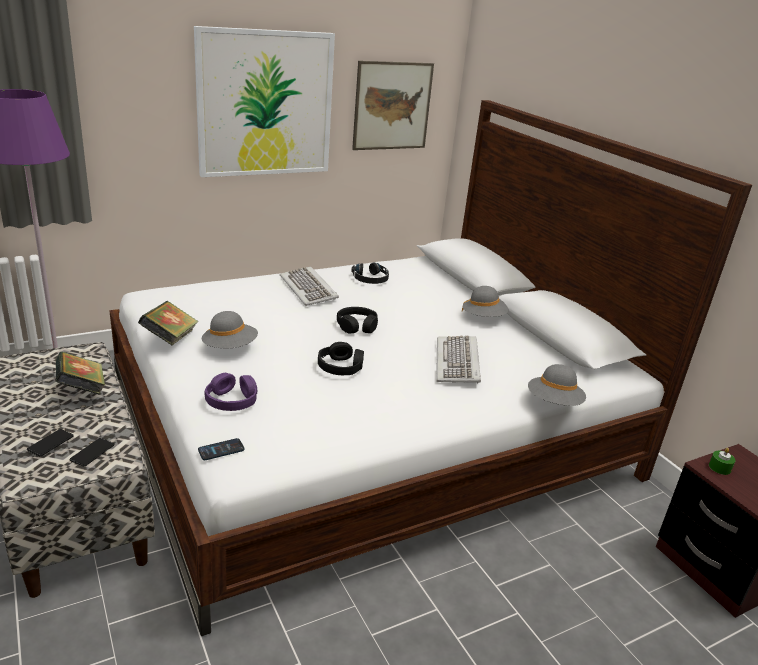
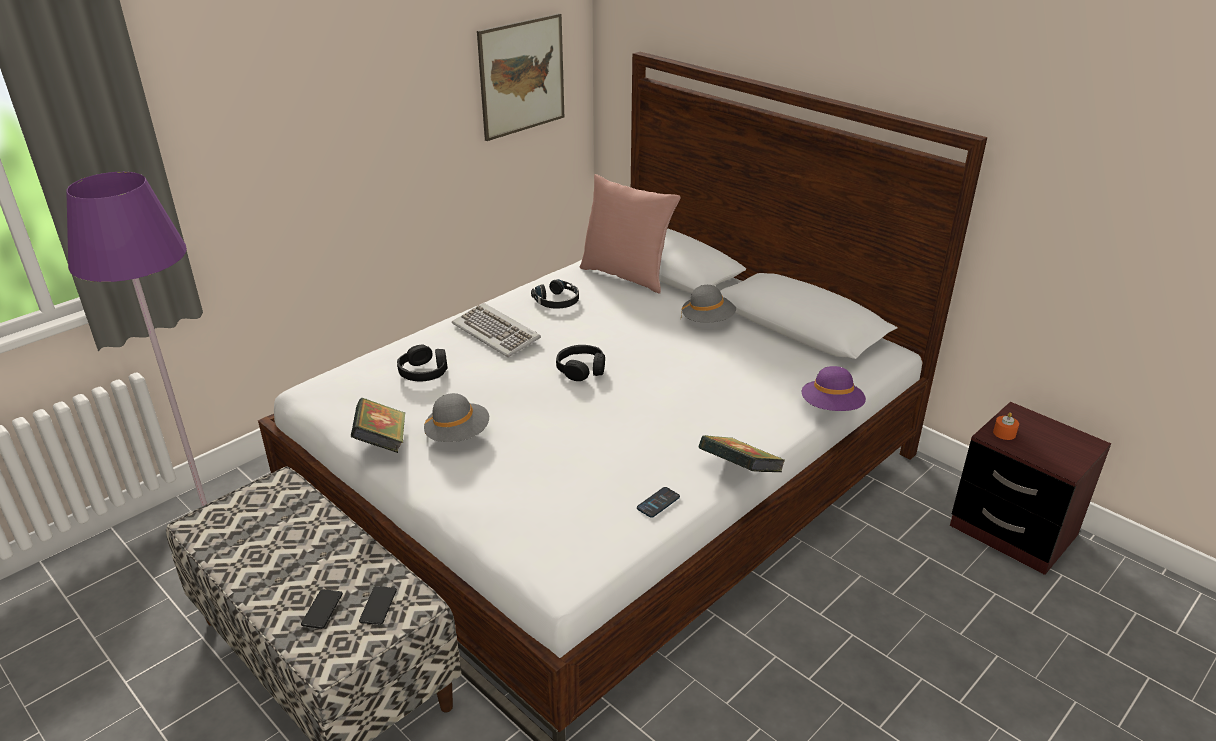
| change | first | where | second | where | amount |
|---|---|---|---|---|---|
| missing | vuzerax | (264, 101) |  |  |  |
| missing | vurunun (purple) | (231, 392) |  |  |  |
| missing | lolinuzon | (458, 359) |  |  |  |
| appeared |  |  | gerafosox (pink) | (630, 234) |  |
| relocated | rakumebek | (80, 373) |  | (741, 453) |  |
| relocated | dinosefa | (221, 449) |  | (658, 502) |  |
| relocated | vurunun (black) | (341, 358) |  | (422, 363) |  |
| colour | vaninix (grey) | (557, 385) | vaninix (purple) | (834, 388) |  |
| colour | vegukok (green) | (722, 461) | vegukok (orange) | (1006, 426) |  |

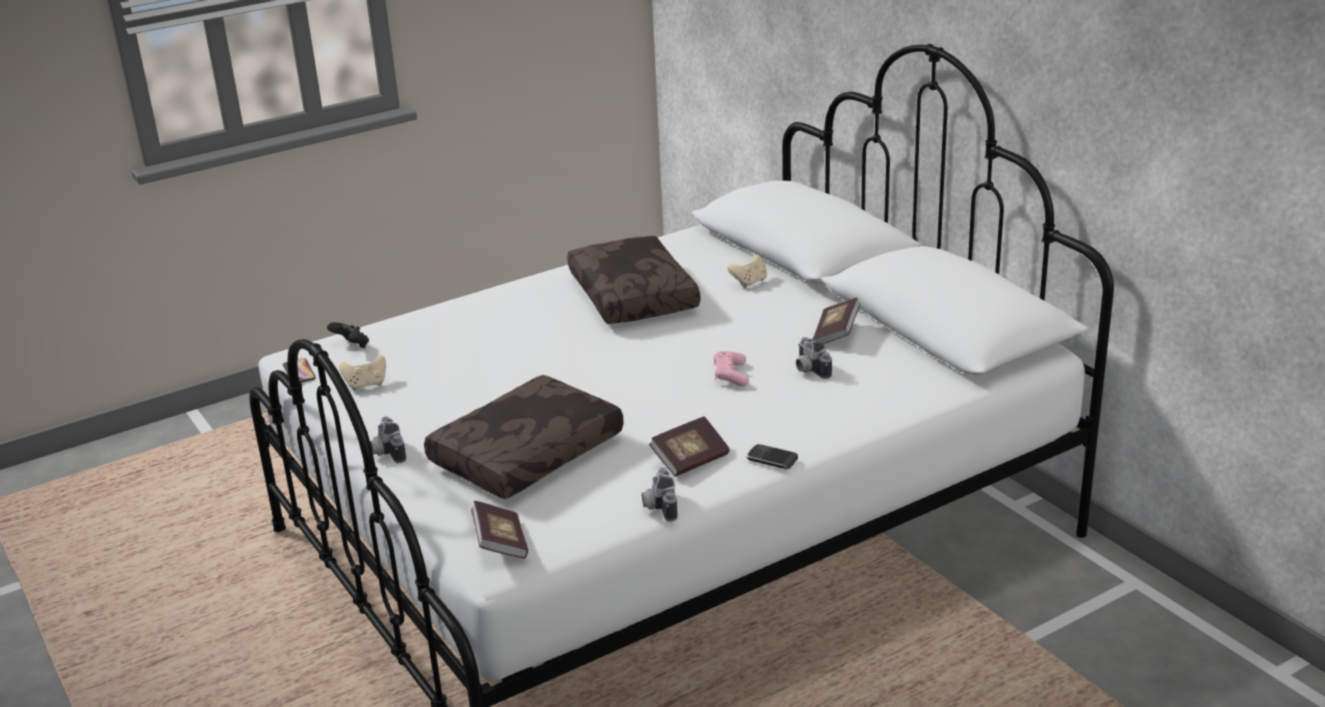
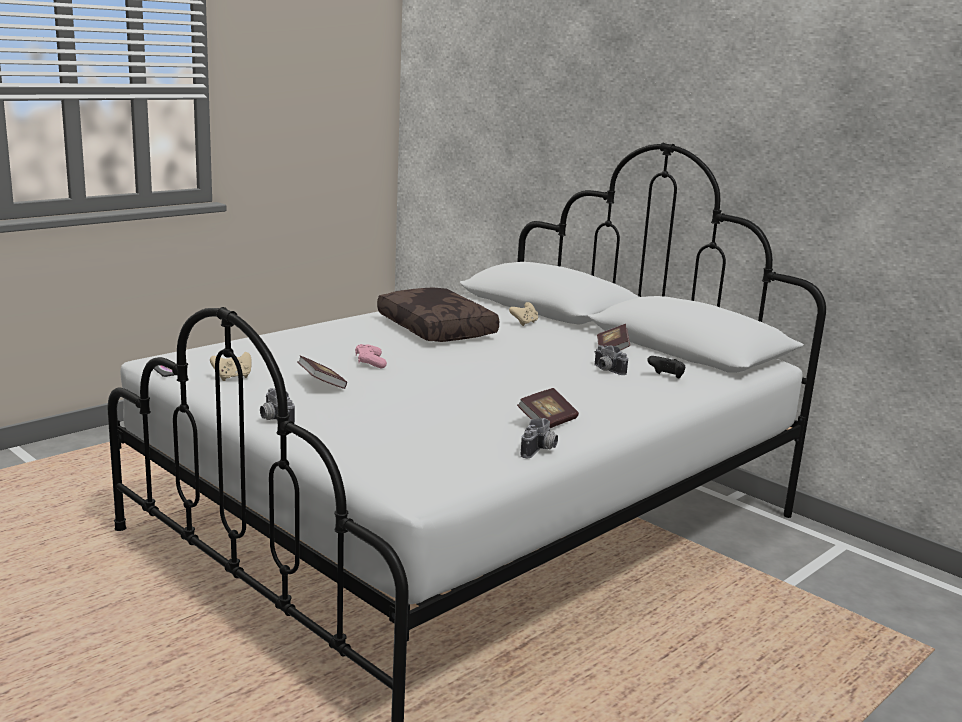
| change | first | where | second | where | amount |
|---|---|---|---|---|---|
| missing | gerafosox (brown) | (524, 437) |  |  |  |
| missing | dinosefa | (772, 457) |  |  |  |
| relocated | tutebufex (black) | (348, 335) |  | (666, 367) |  |
| relocated | rakumebek | (499, 530) |  | (322, 372) |  |
| relocated | tutebufex (pink) | (731, 369) |  | (371, 356) |  |
| spun | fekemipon | (660, 494) |  | (539, 438) | 135 degrees counterclockwise |

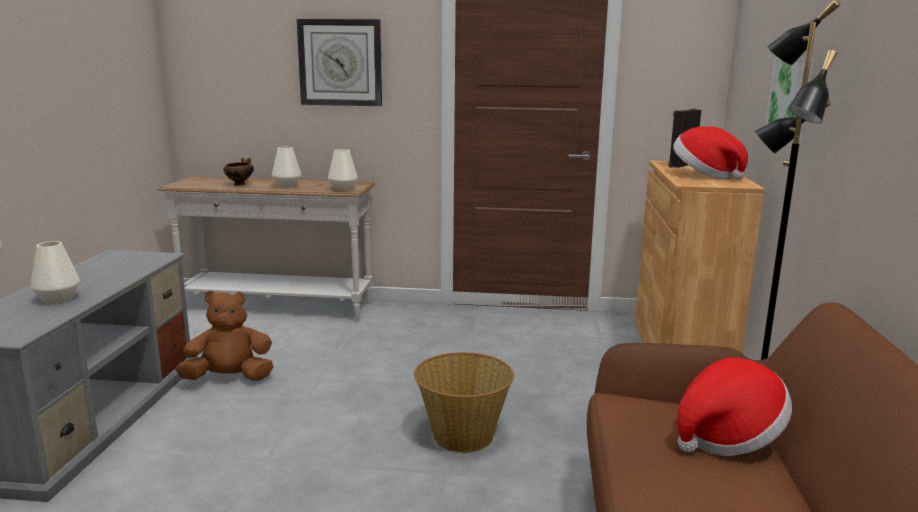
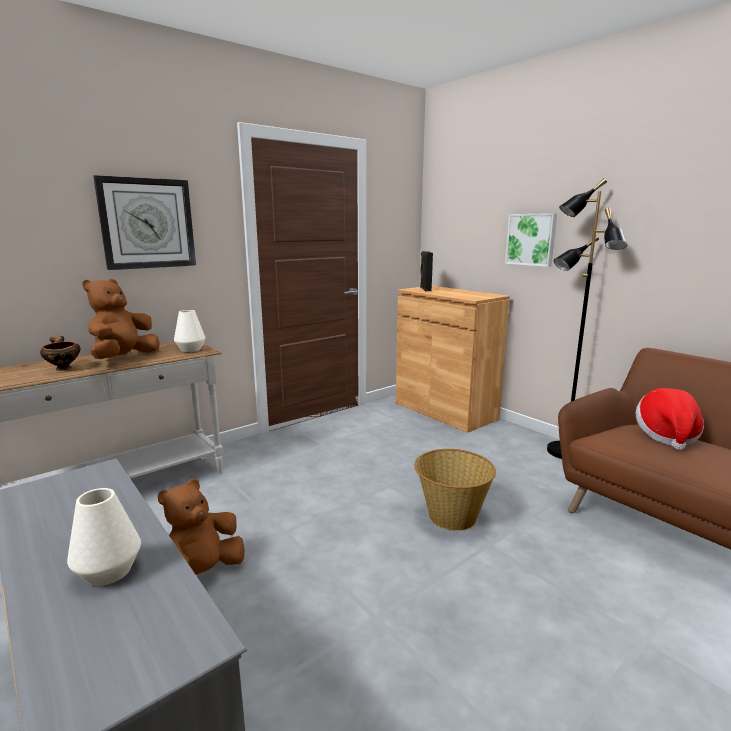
| change | first | where | second | where | amount |
|---|---|---|---|---|---|
| missing | vaninix | (710, 153) |  |  |  |
| exchanged | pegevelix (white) | (287, 167) | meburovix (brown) | (121, 319) |  |

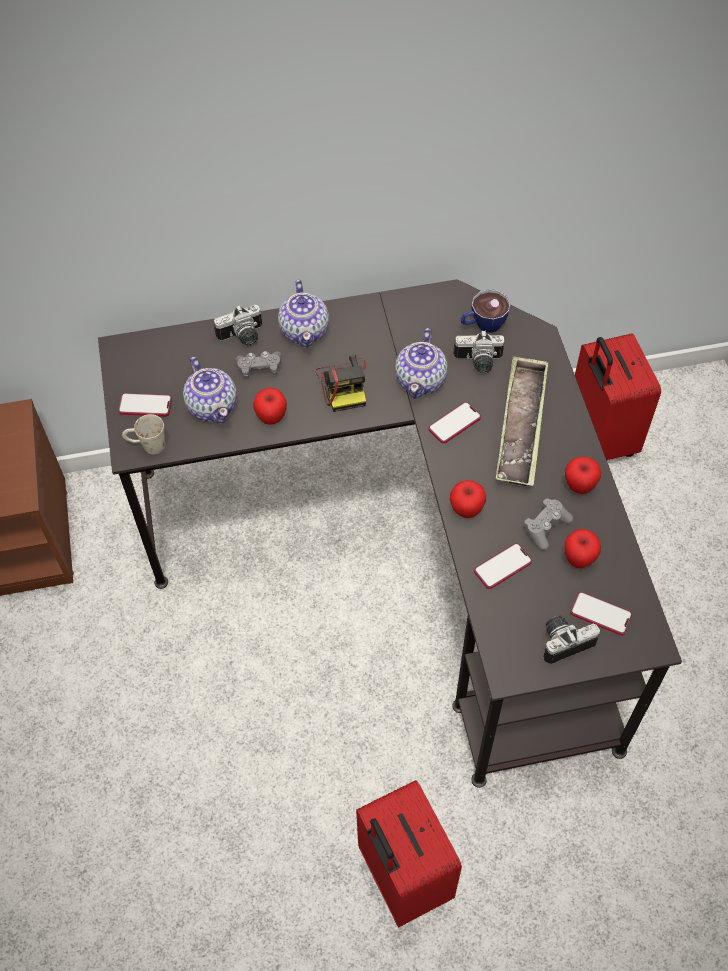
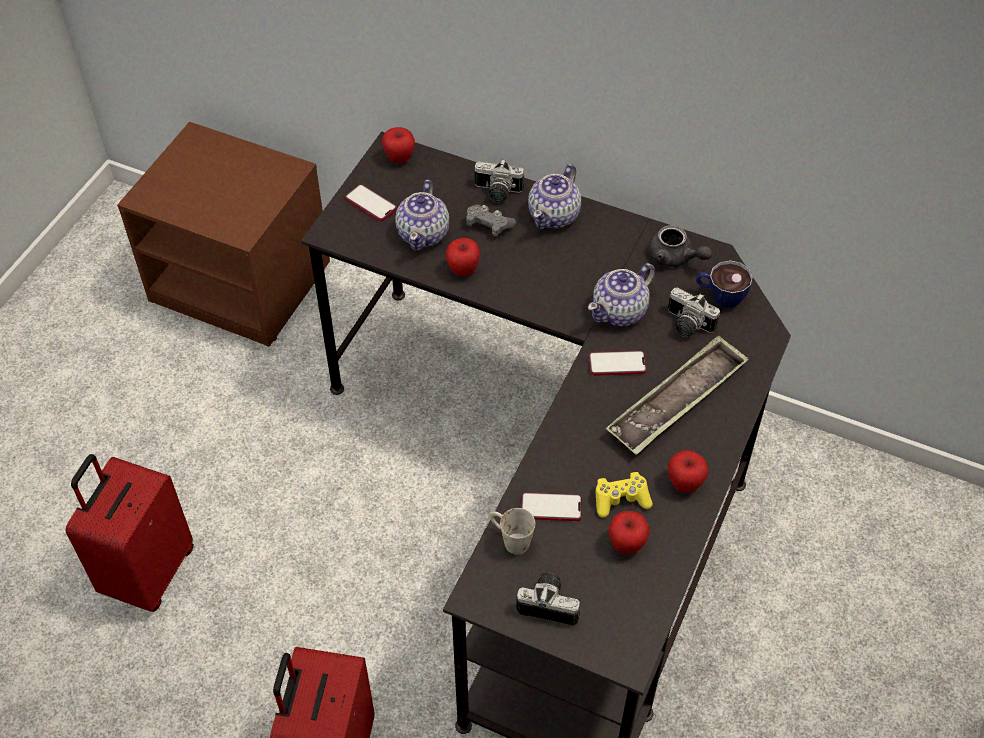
| change | first | where | second | where | amount |
|---|---|---|---|---|---|
| missing | fekemipon | (341, 383) |  |  |  |
| missing | dinosefa | (601, 613) |  |  |  |
| appeared |  |  | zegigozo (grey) | (680, 246) |  |
| relocated | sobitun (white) | (143, 434) |  | (512, 531) |  |
| relocated | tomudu | (468, 499) |  | (398, 145) |  |
| relocated | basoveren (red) | (618, 396) |  | (130, 533) |  |
| colour | tutebufex (grey) | (548, 524) | tutebufex (yellow) | (624, 495) |  |

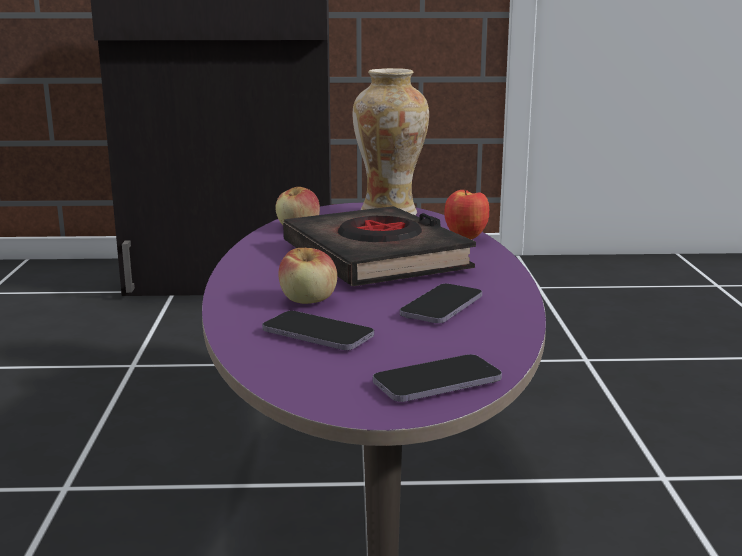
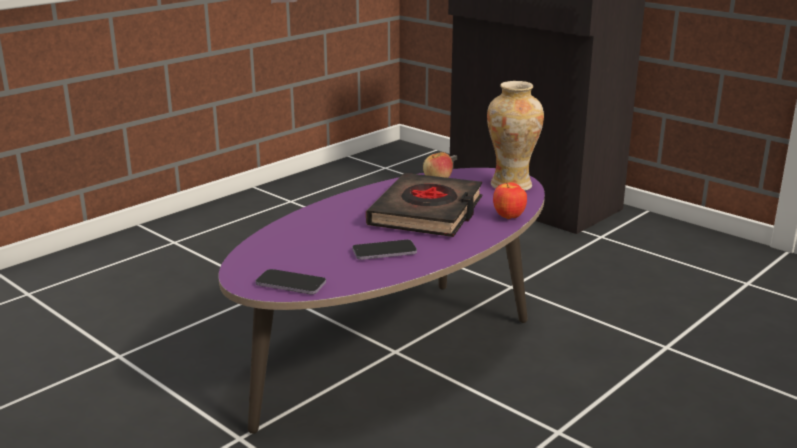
| change | first | where | second | where | amount |
|---|---|---|---|---|---|
| missing | dinosefa | (318, 330) |  |  |  |
| missing | tomudu | (308, 276) |  |  |  |

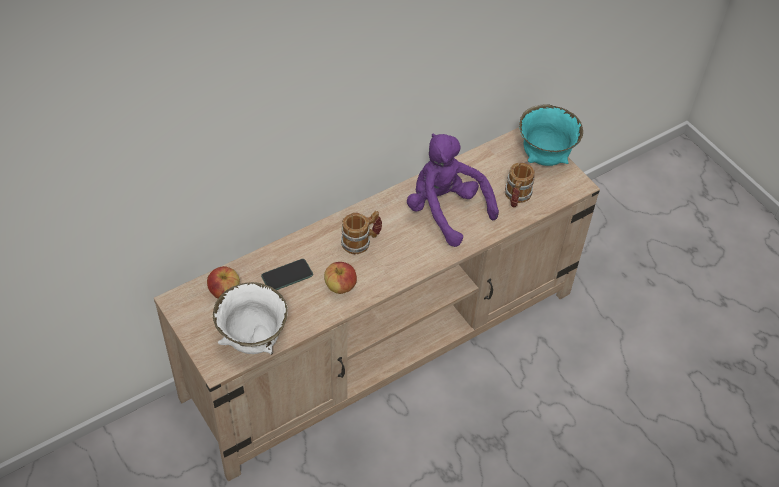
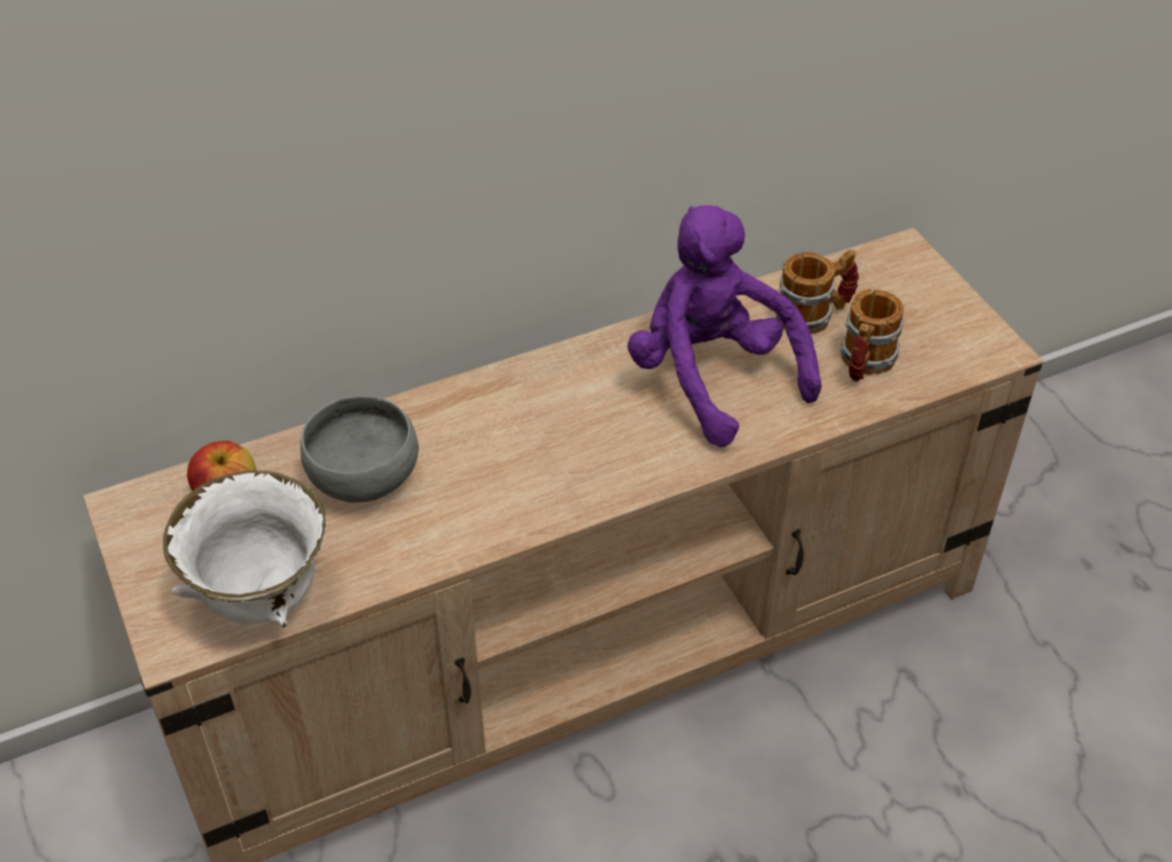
| change | first | where | second | where | amount |
|---|---|---|---|---|---|
| missing | tomudu | (340, 278) |  |  |  |
| missing | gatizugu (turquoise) | (551, 135) |  |  |  |
| relocated | sobitun | (361, 232) |  | (817, 292) |  |
| exchanged | dinosefa | (287, 274) | gatizugu (grey) | (359, 449) |  |

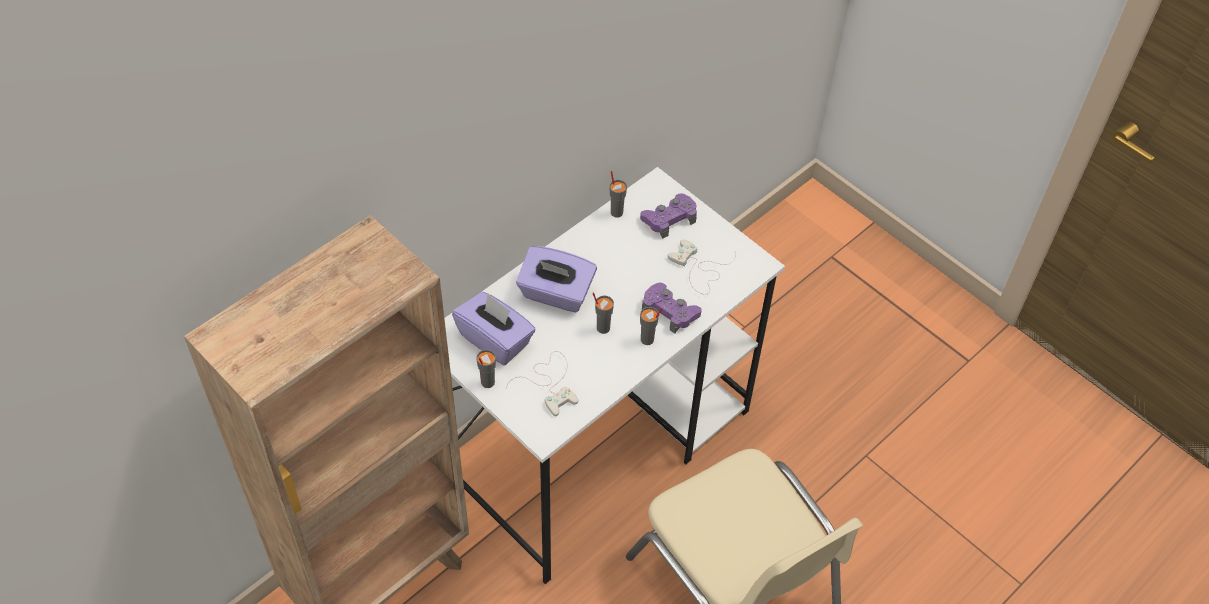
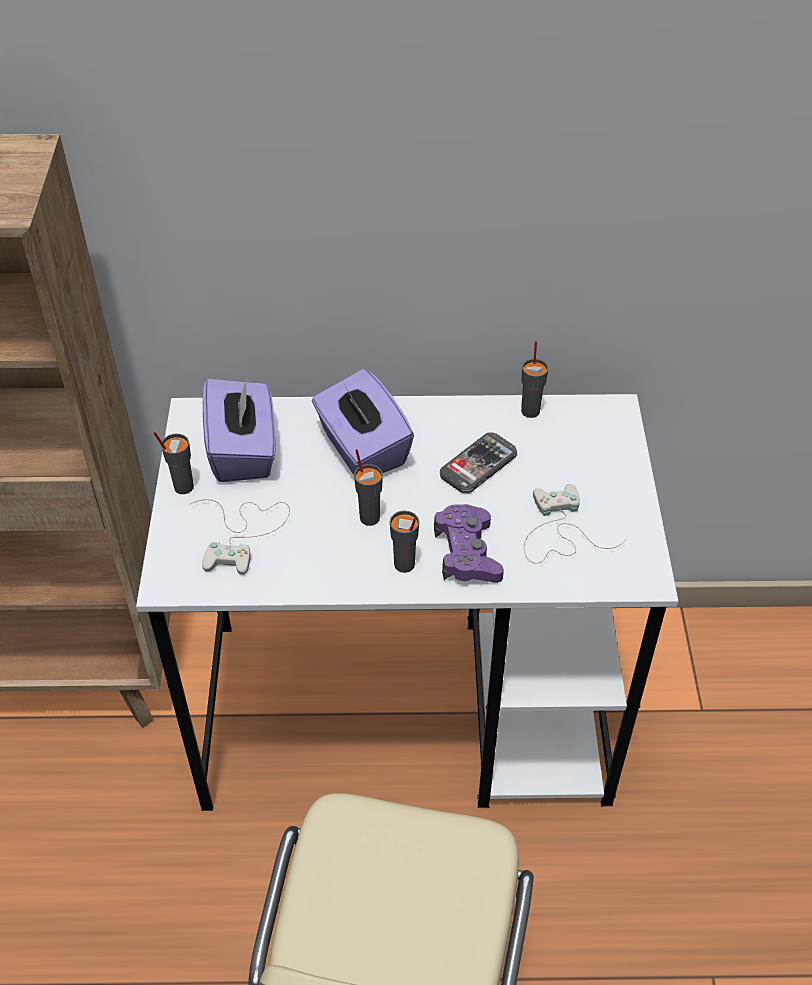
| change | first | where | second | where | amount |
|---|---|---|---|---|---|
| missing | tutebufex (purple) | (668, 216) |  |  |  |
| appeared |  |  | dinosefa | (478, 463) |  |

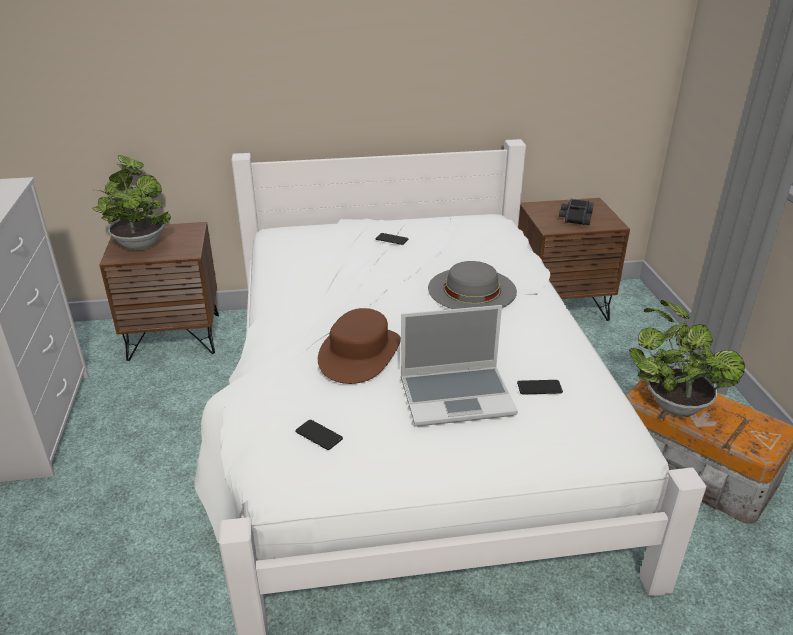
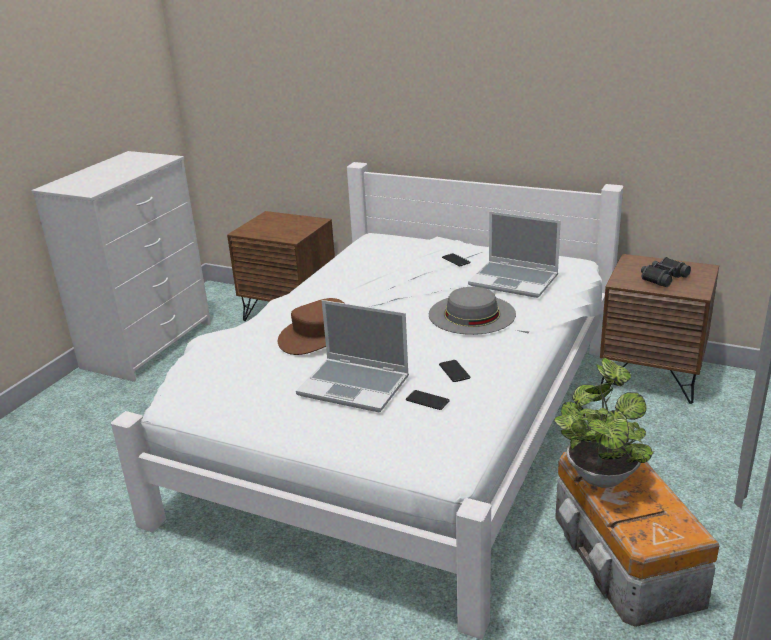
| change | first | where | second | where | amount |
|---|---|---|---|---|---|
| missing | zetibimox | (131, 203) |  |  |  |
| appeared |  |  | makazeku | (514, 254) |  |
| relocated | dinosefa | (319, 435) |  | (455, 371) |  |

